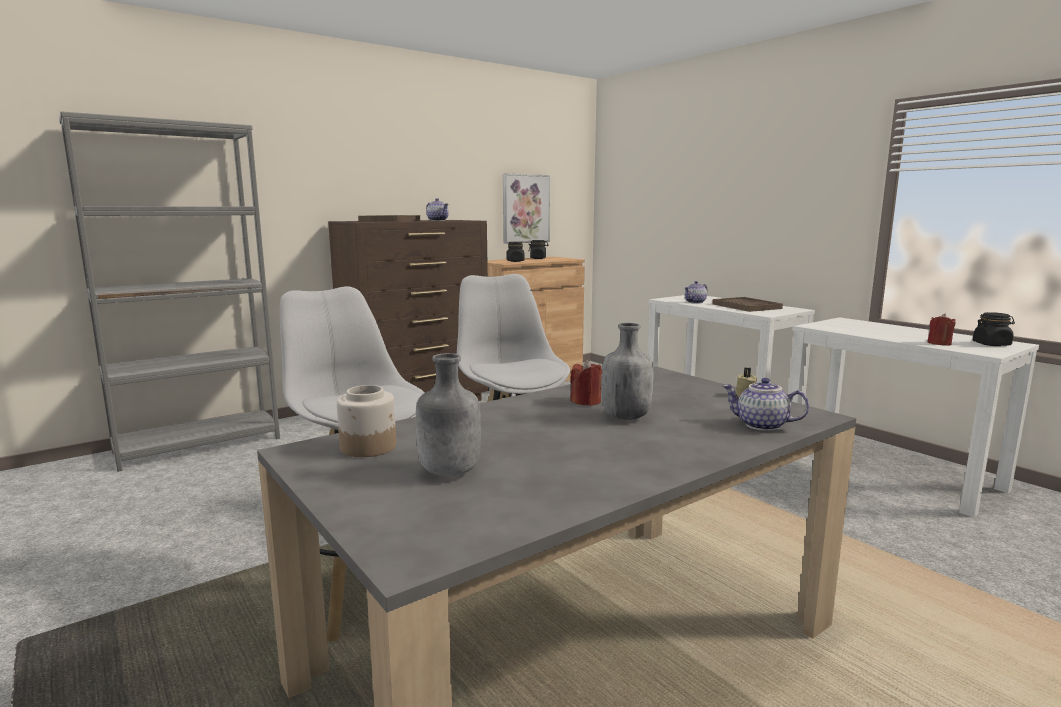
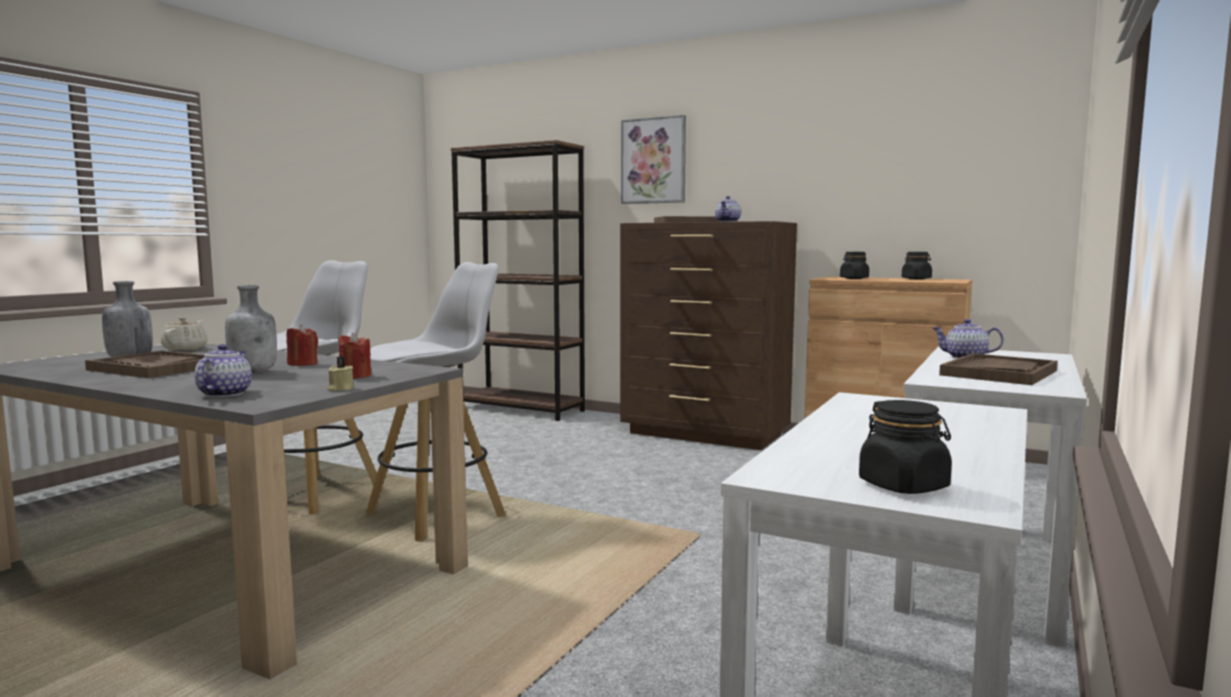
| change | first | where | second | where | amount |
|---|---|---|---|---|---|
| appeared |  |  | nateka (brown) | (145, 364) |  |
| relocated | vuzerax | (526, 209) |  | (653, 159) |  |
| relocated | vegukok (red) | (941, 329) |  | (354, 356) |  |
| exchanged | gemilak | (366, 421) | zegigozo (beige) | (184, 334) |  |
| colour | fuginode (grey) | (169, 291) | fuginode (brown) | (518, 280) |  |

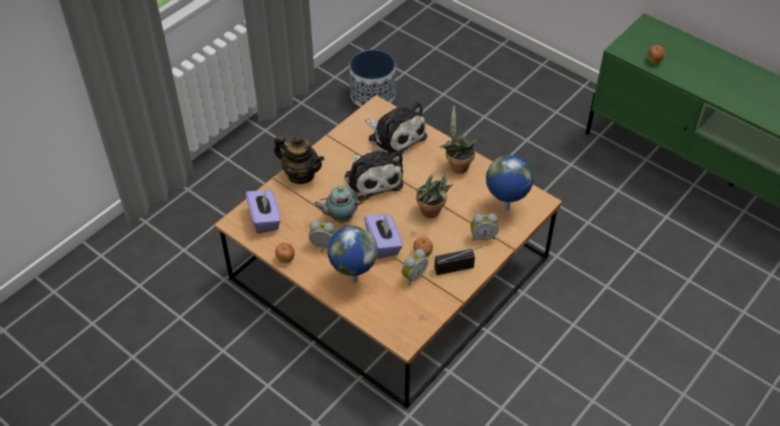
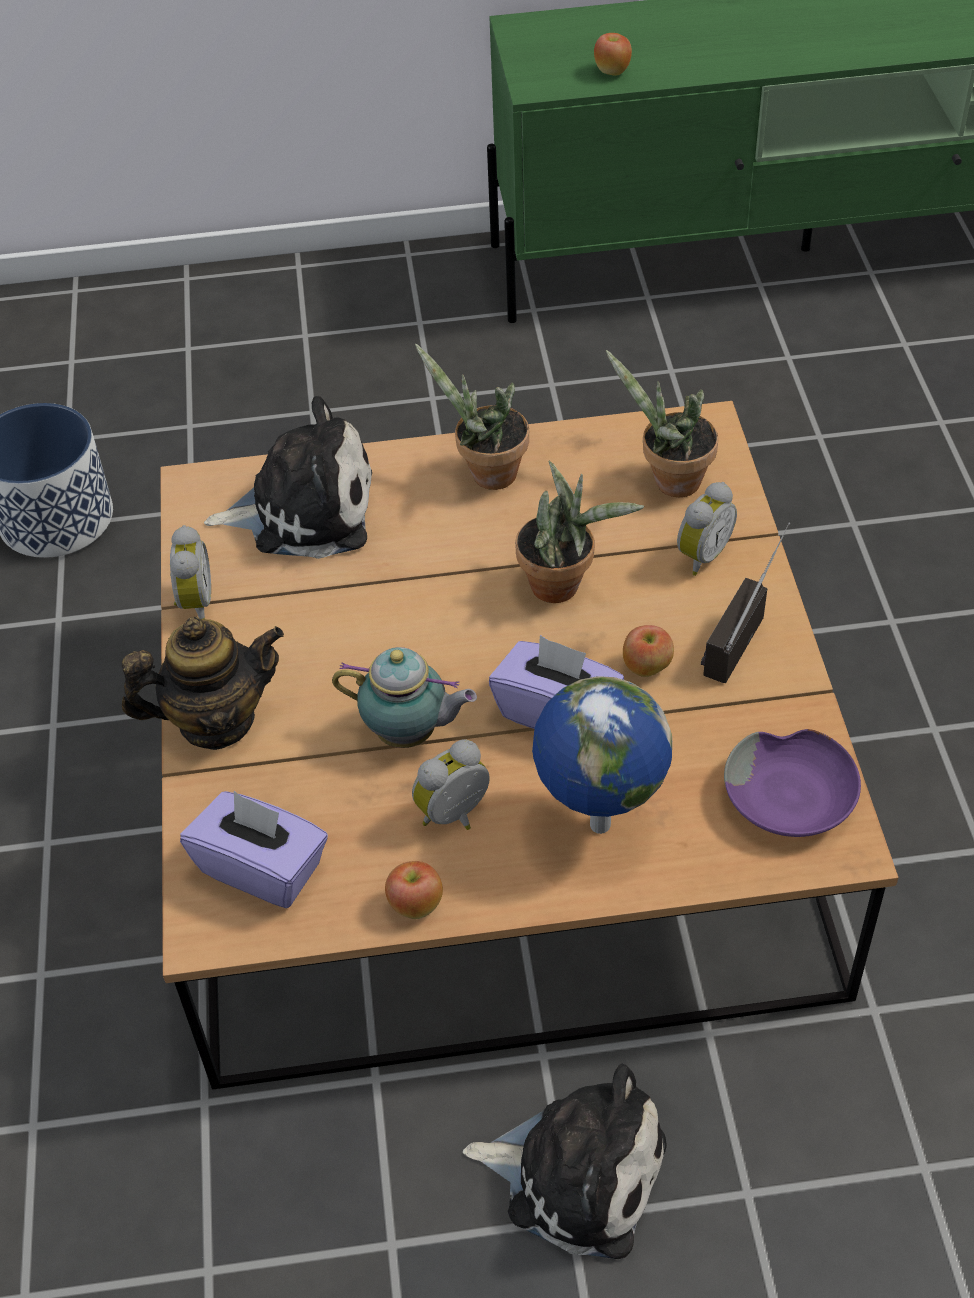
| change | first | where | second | where | amount |
|---|---|---|---|---|---|
| appeared |  |  | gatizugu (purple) | (792, 783) |  |
| relocated | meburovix | (374, 176) |  | (565, 1161) |  |
| relocated | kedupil | (415, 267) |  | (190, 572) |  |
| exchanged | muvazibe | (509, 183) | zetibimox | (662, 423) |  |
| spun | zegigozo | (340, 204) |  | (404, 697) | 105 degrees counterclockwise |

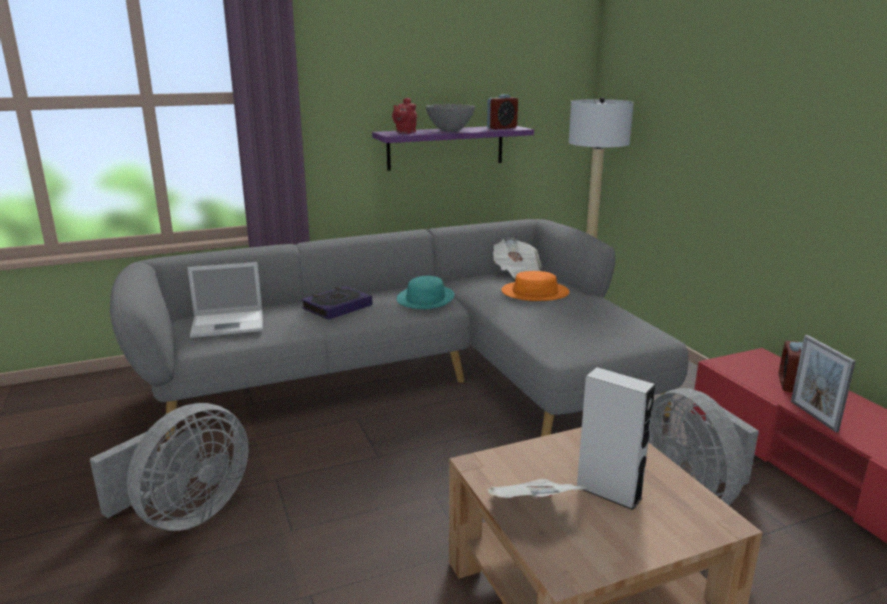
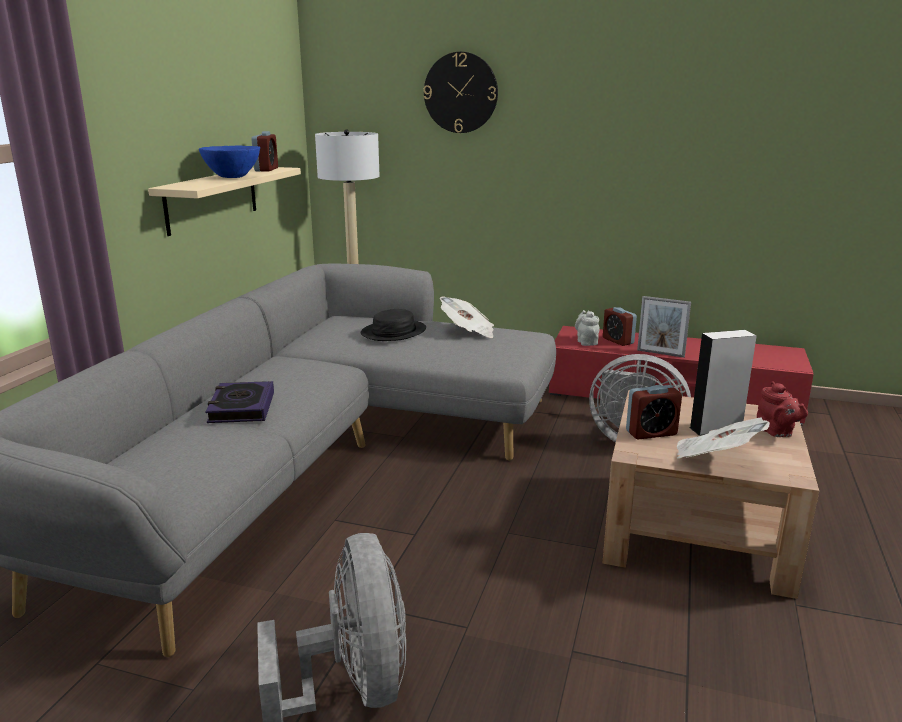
| change | first | where | second | where | amount |
|---|---|---|---|---|---|
| missing | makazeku | (225, 300) |  |  |  |
| missing | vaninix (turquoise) | (426, 292) |  |  |  |
| appeared |  |  | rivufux | (461, 92) |  |
| appeared |  |  | zegigozo (grey) | (587, 328) |  |
| appeared |  |  | kedupil | (654, 412) |  |
| relocated | zegigozo (red) | (404, 116) |  | (782, 409) |  |
| relocated | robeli | (517, 258) |  | (467, 317) |  |
| colour | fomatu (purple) | (453, 148) | fomatu (beige) | (224, 201) |  |
| colour | gatizugu (grey) | (450, 117) | gatizugu (blue) | (229, 161) |  |
| colour | vaninix (orange) | (535, 286) | vaninix (black) | (393, 325) |  |

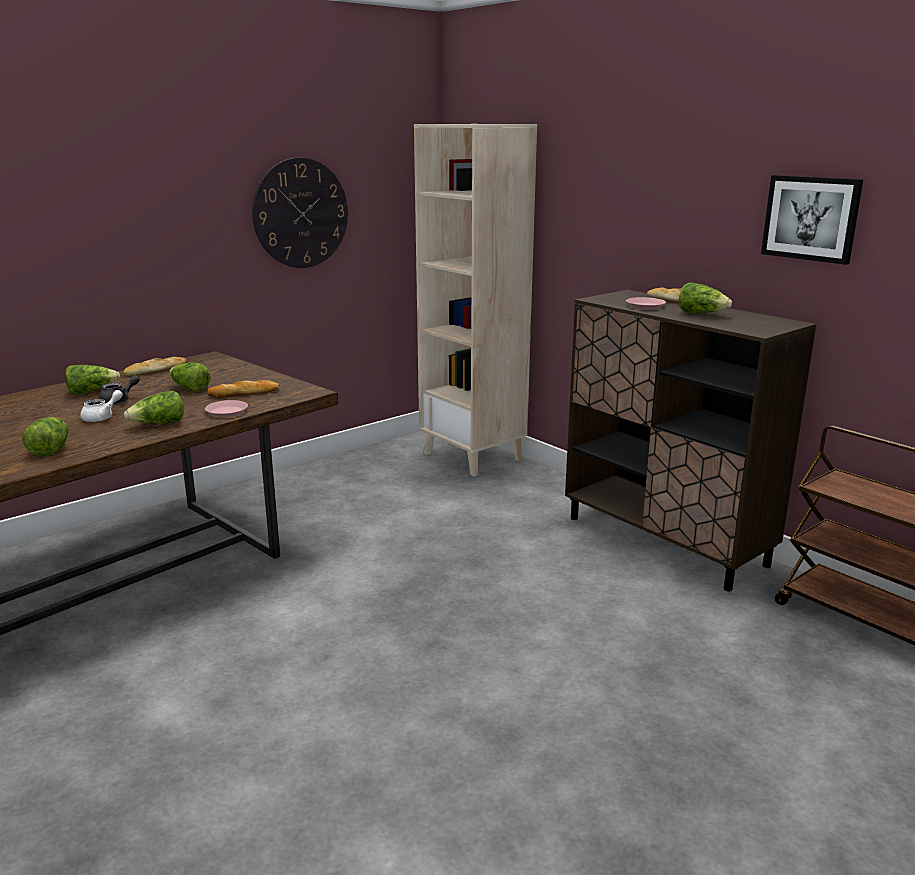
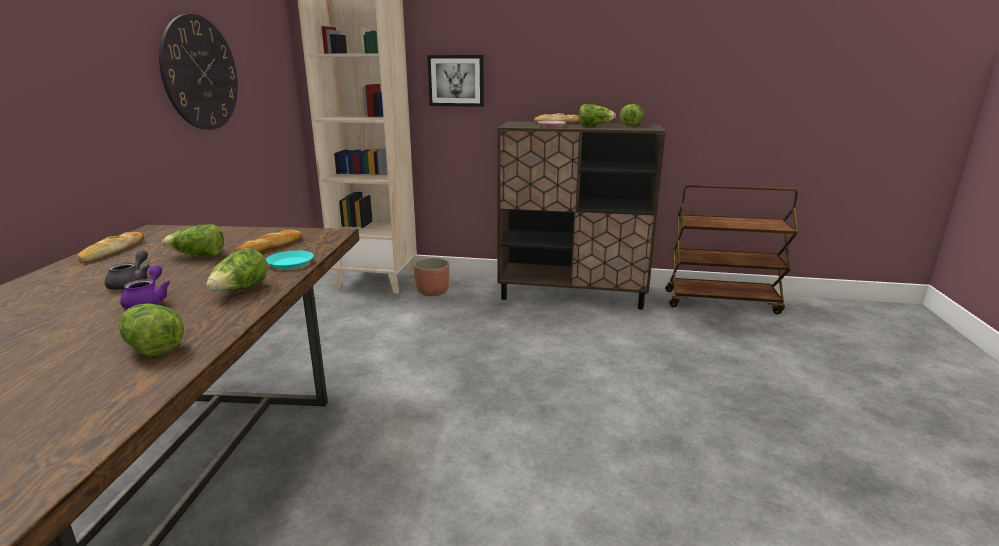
| change | first | where | second | where | amount |
|---|---|---|---|---|---|
| appeared |  |  | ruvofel | (431, 277) |  |
| relocated | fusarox | (92, 379) |  | (632, 115) |  |
| relocated | vuzerax | (812, 220) |  | (455, 81) |  |
| colour | zegigozo (white) | (101, 406) | zegigozo (purple) | (145, 287) |  |
| colour | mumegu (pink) | (226, 408) | mumegu (turquoise) | (290, 259) |  |

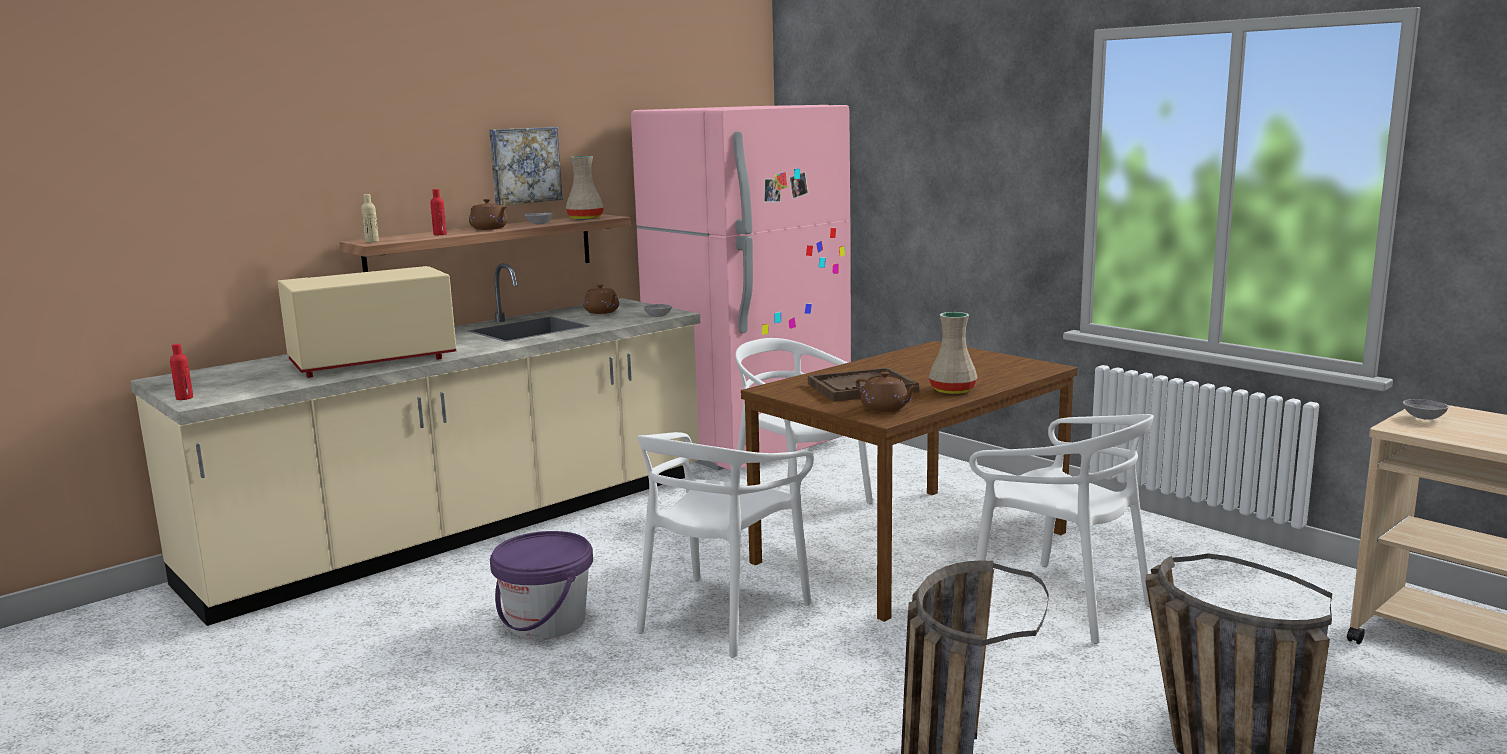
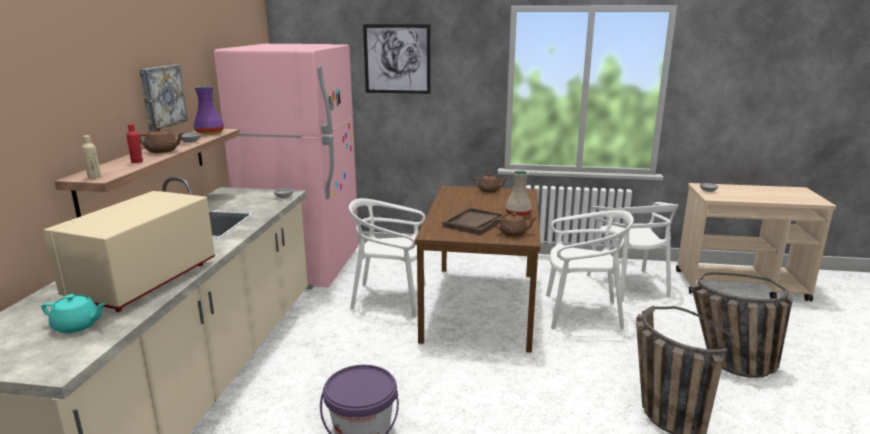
| change | first | where | second | where | amount |
|---|---|---|---|---|---|
| missing | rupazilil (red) | (181, 372) |  |  |  |
| appeared |  |  | zegigozo (turquoise) | (73, 313) |  |
| appeared |  |  | vuzerax | (397, 59) |  |
| relocated | zegigozo (brown) | (601, 299) |  | (491, 182) |  |
| relocated | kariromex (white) | (725, 545) |  | (632, 252) |  |
| colour | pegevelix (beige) | (585, 188) | pegevelix (purple) | (208, 110) |  |

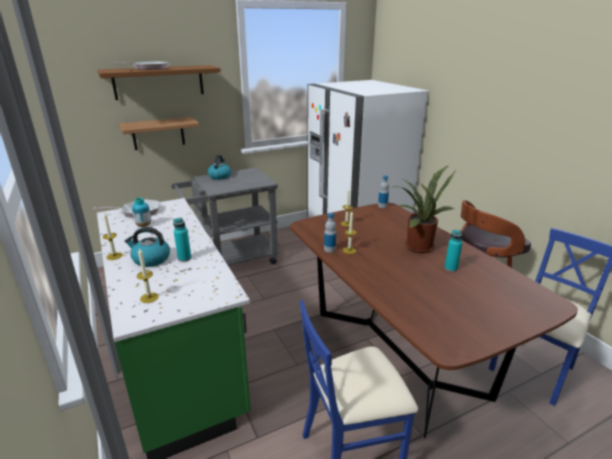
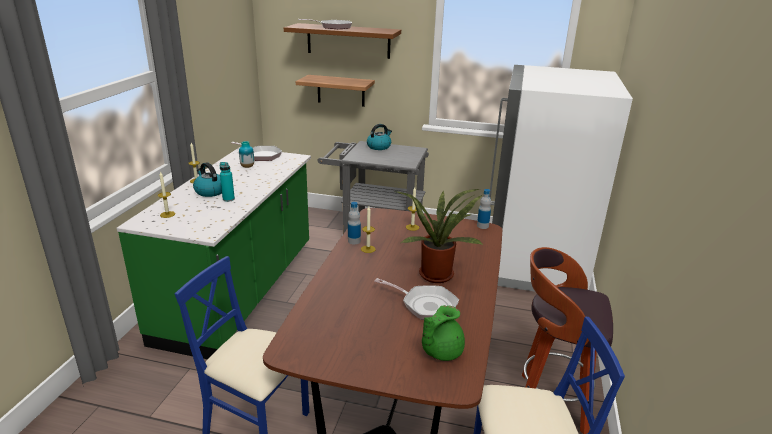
| change | first | where | second | where | amount |
|---|---|---|---|---|---|
| appeared |  |  | zegigozo (green) | (443, 333) |  |
| exchanged | rupazilil (turquoise) | (453, 251) | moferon | (416, 299) |  |

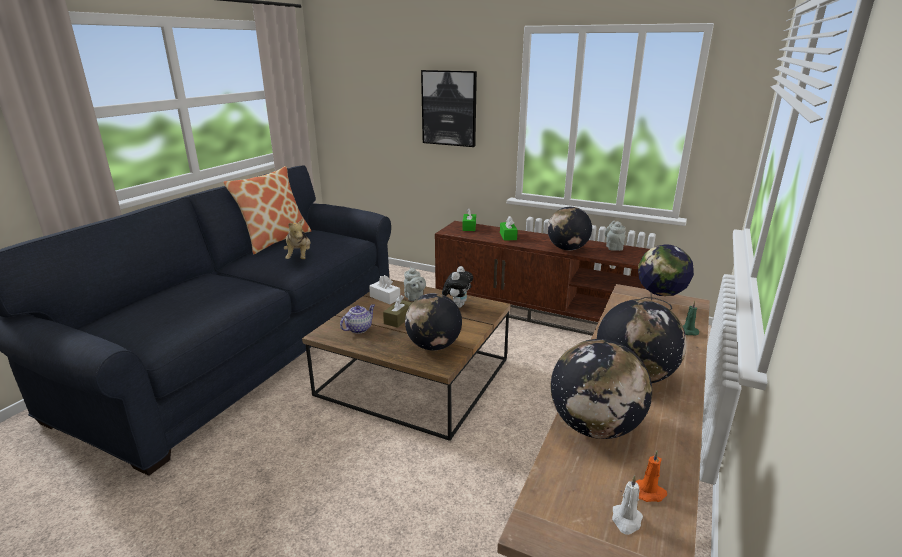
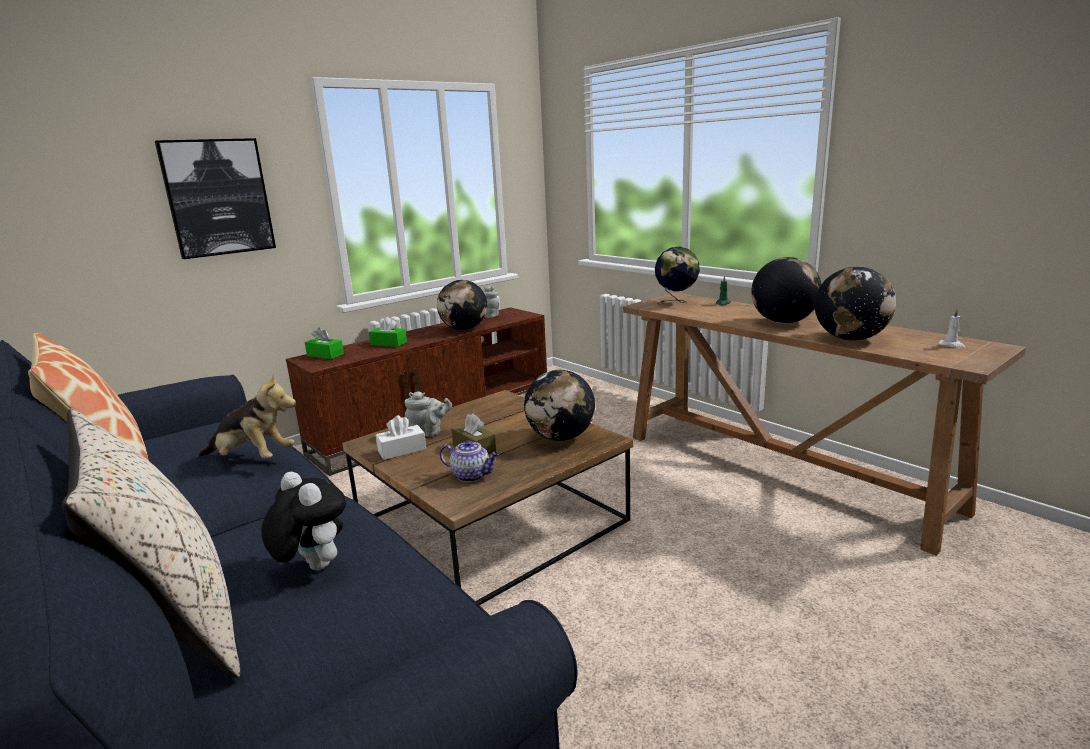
| change | first | where | second | where | amount |
|---|---|---|---|---|---|
| missing | vegukok (orange) | (651, 476) |  |  |  |
| appeared |  |  | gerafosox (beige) | (151, 543) |  |
| relocated | meburovix | (457, 287) |  | (303, 521) |  |
| spun | zegigozo | (357, 319) |  | (469, 461) | 135 degrees clockwise |

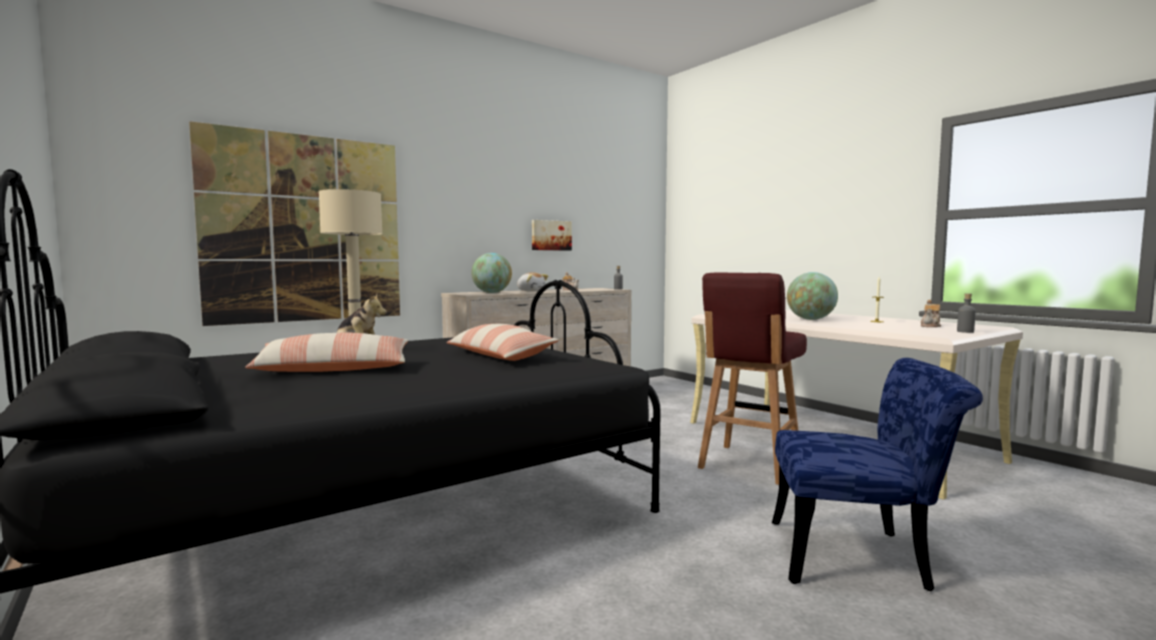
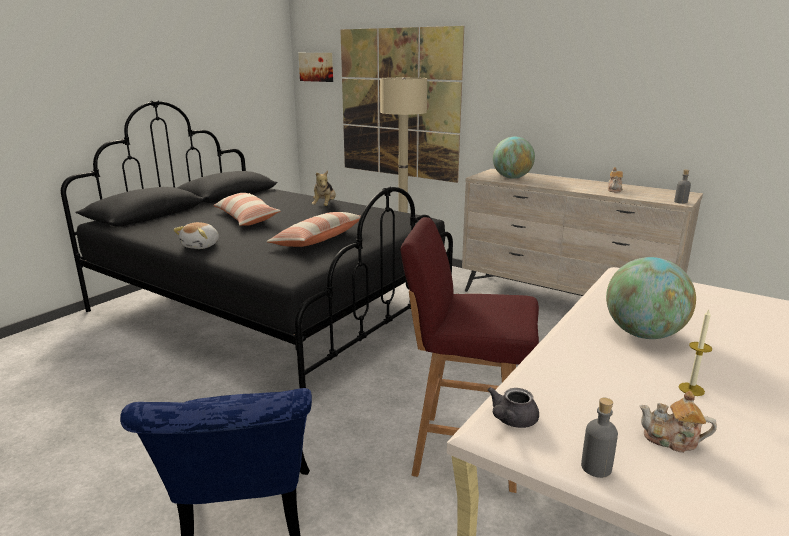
| change | first | where | second | where | amount |
|---|---|---|---|---|---|
| appeared |  |  | zegigozo (grey) | (513, 407) |  |
| relocated | meburovix | (532, 281) |  | (196, 235) |  |
| relocated | vuzerax | (552, 235) |  | (315, 67) |  |

